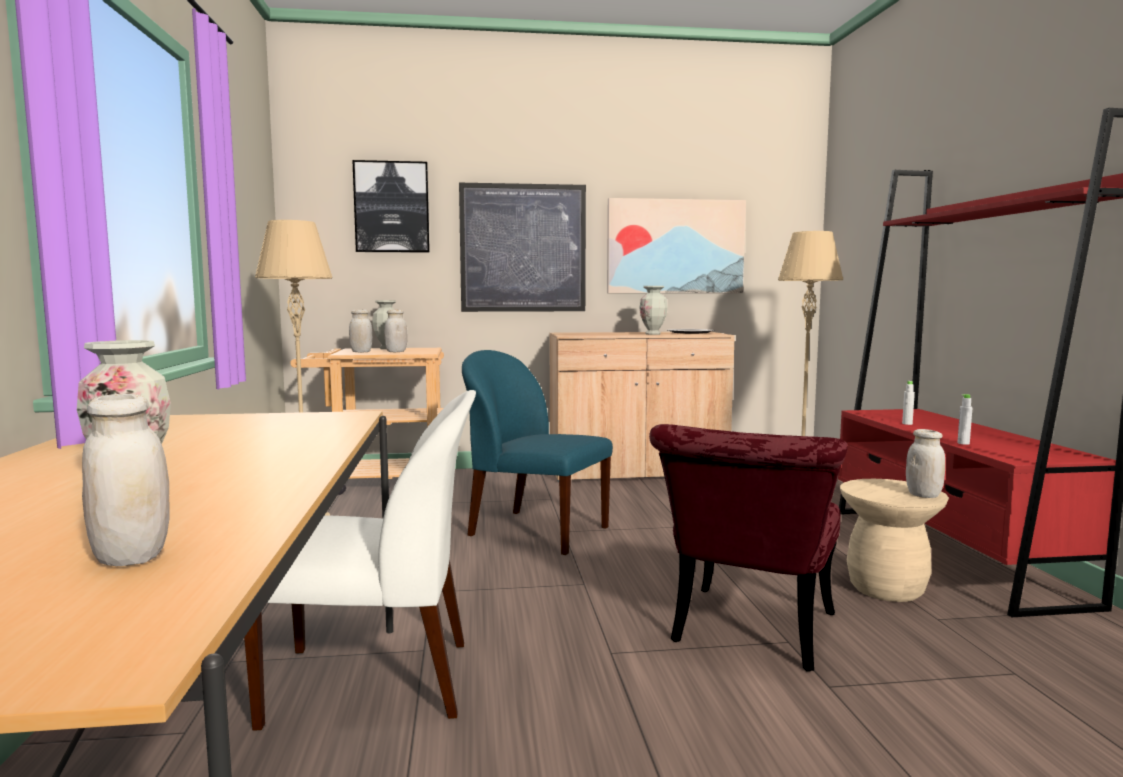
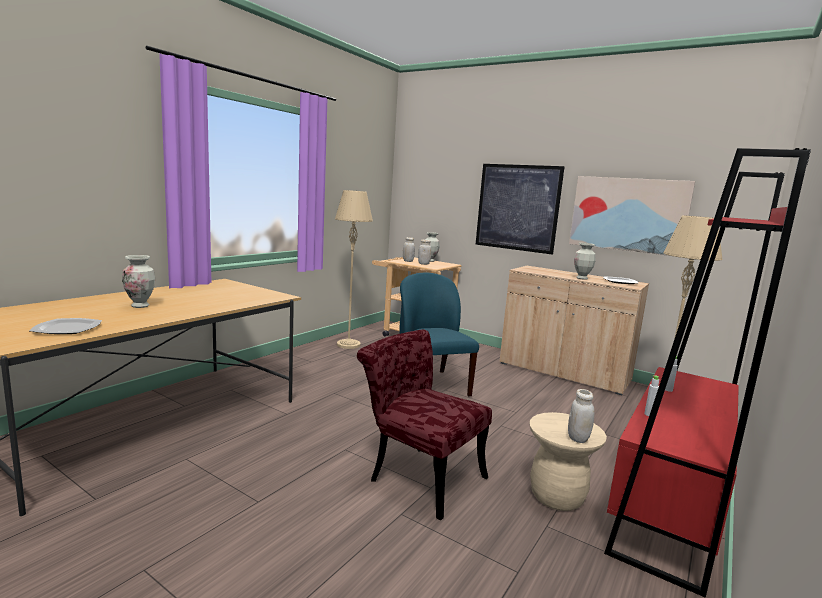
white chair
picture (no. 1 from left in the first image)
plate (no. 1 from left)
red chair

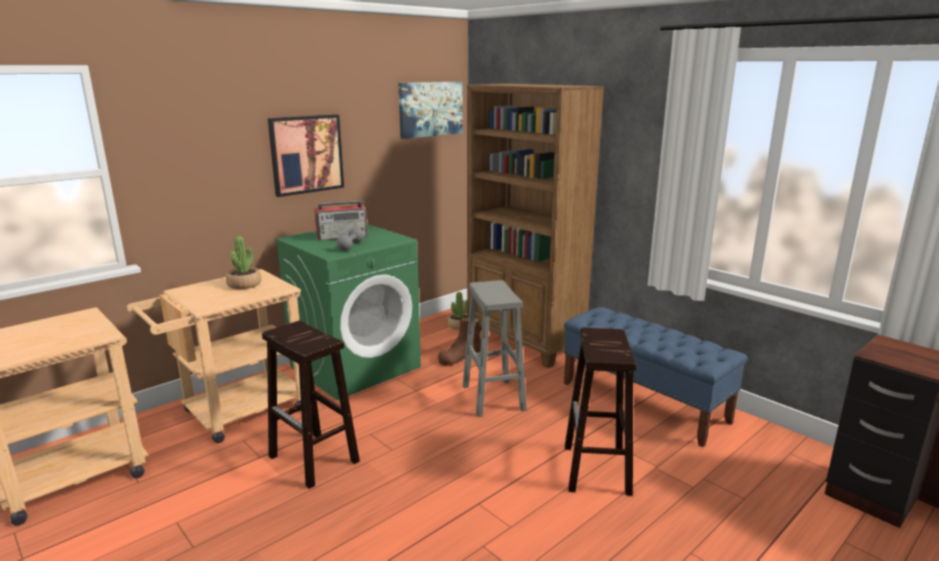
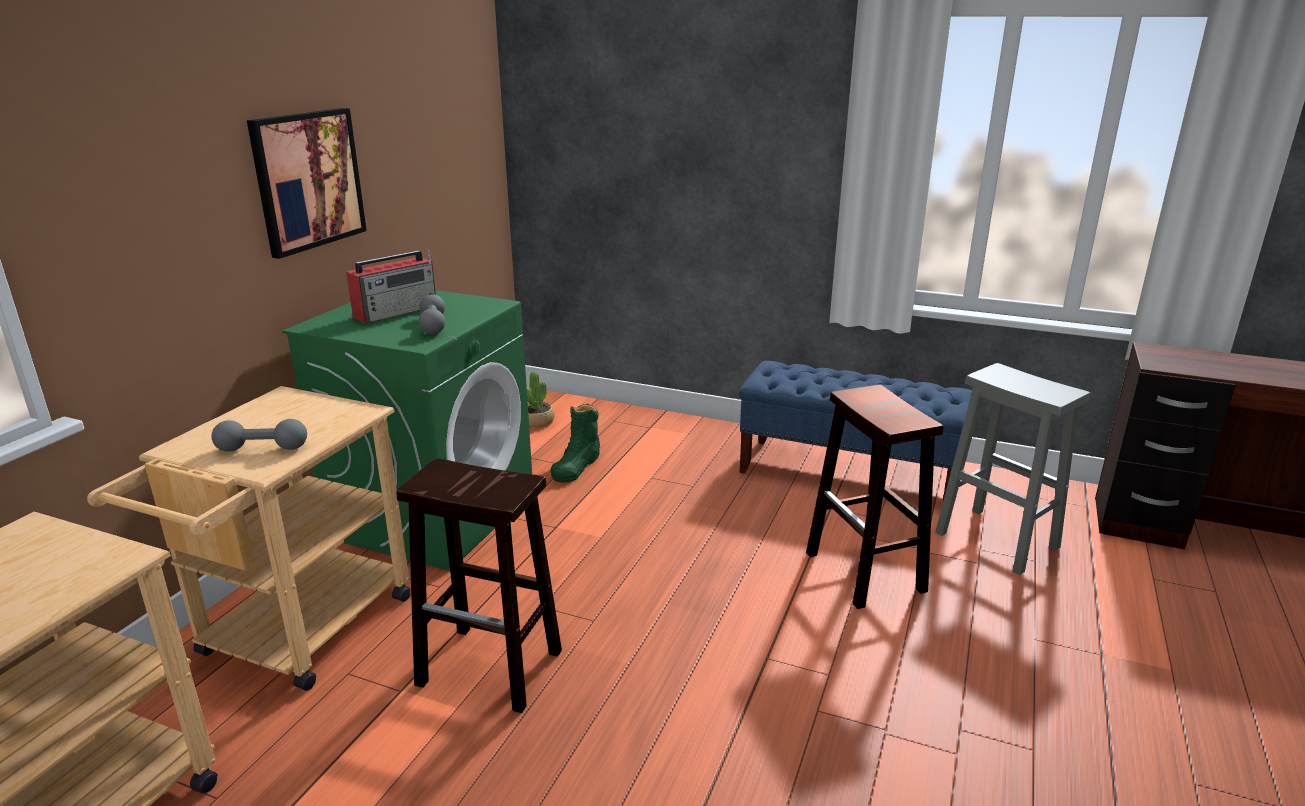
potted plant (no. 1 from left in the first image)
picture (no. 2 from left in the first image)
brown bookcase
grey dumbbell (no. 1 from left)
grey stool
green boot

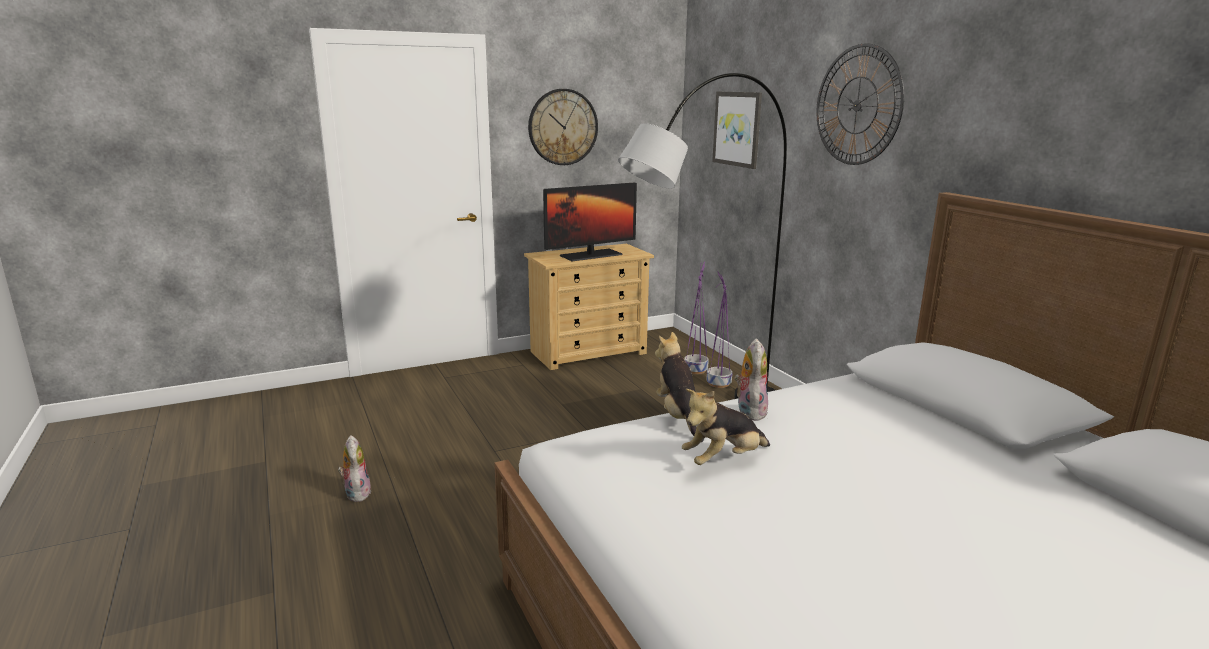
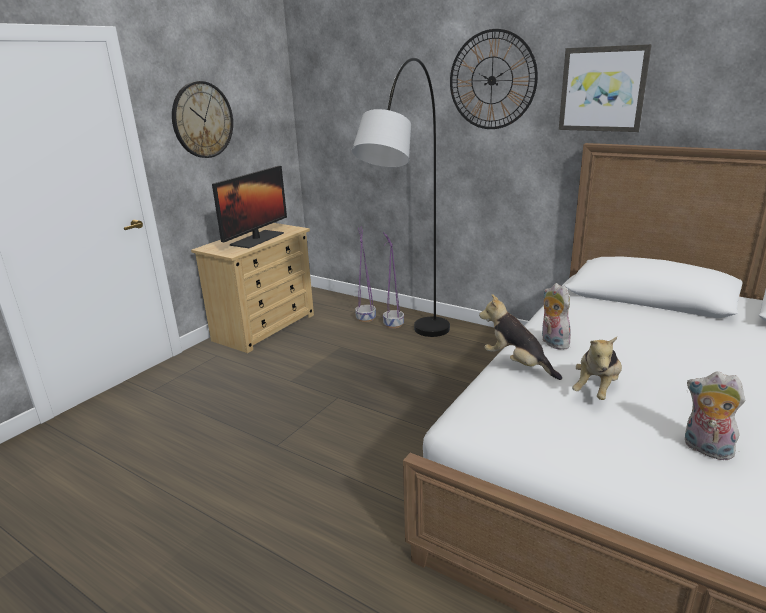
plush toy (no. 4 from left)
picture

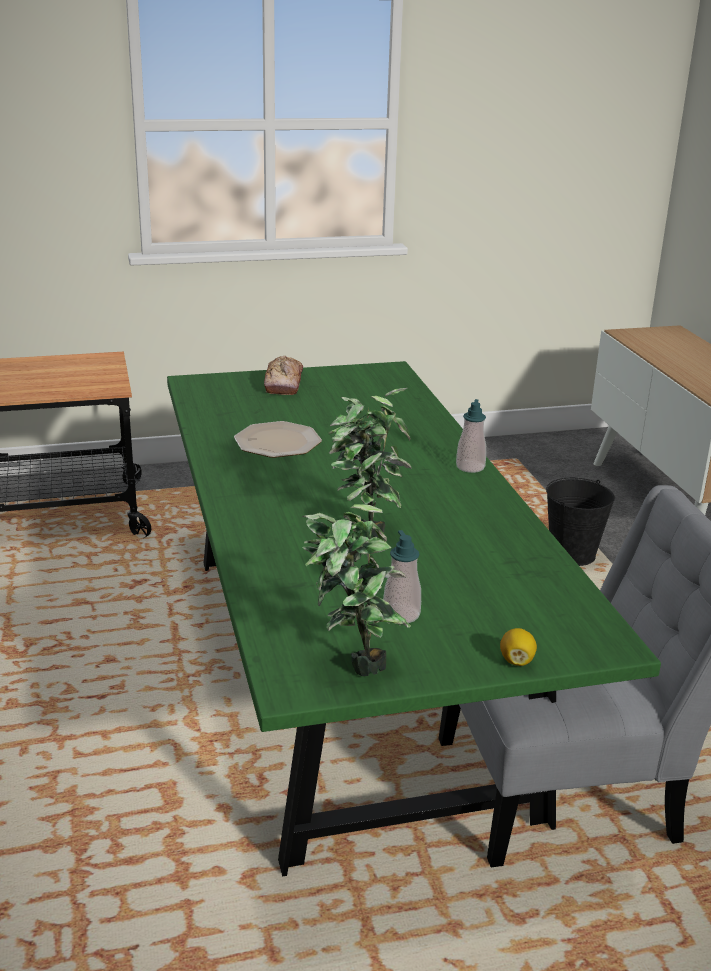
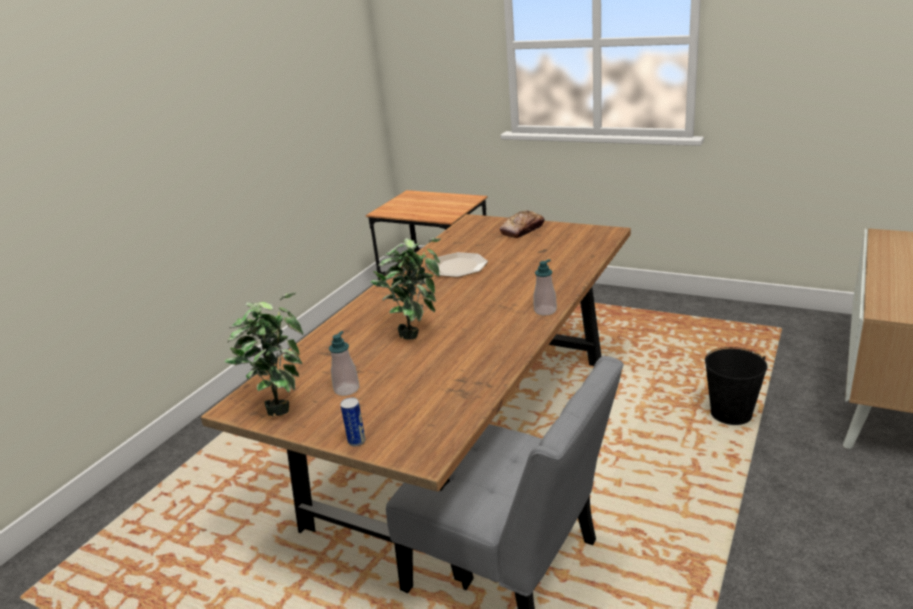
can
brown dining table

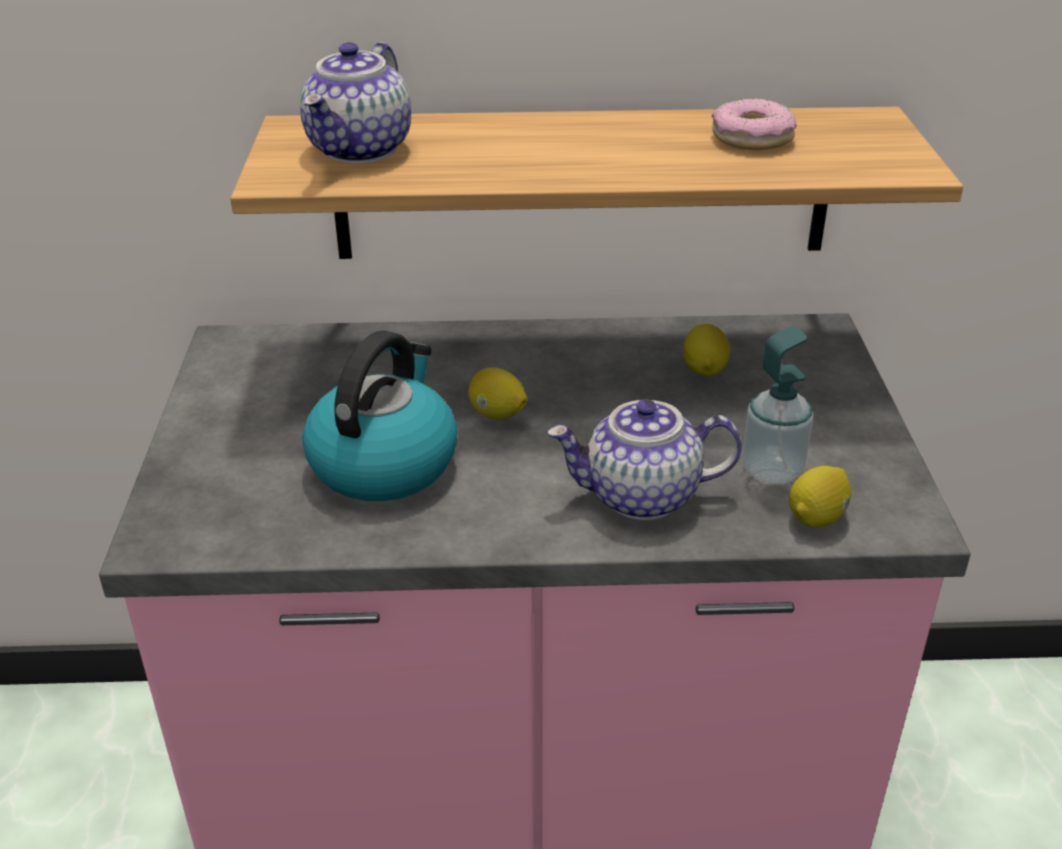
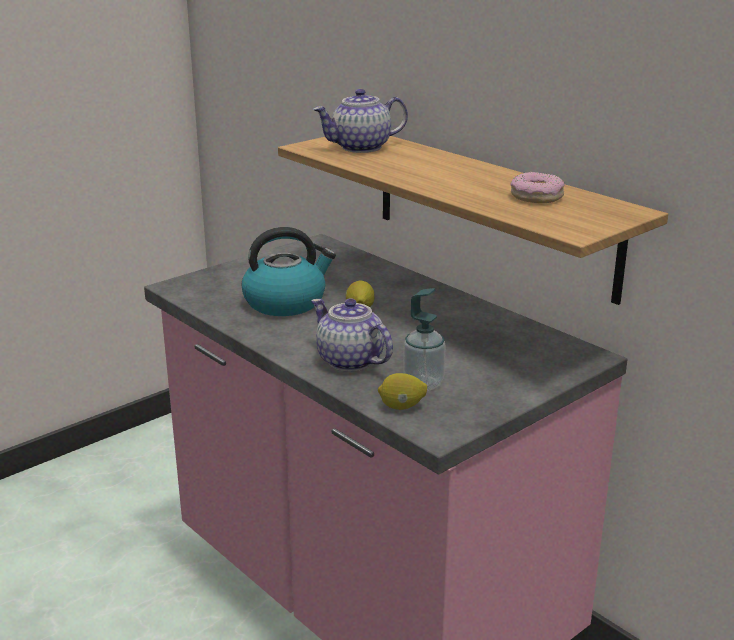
lemon (no. 2 from left in the first image)

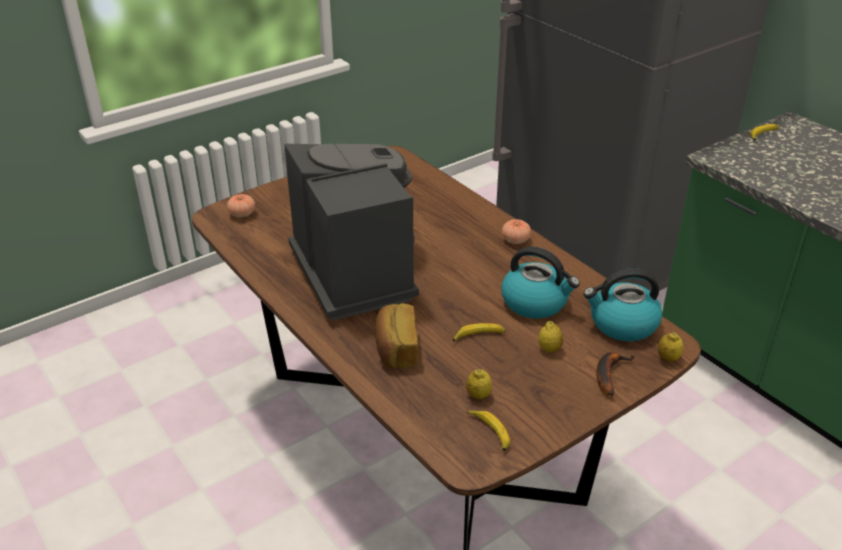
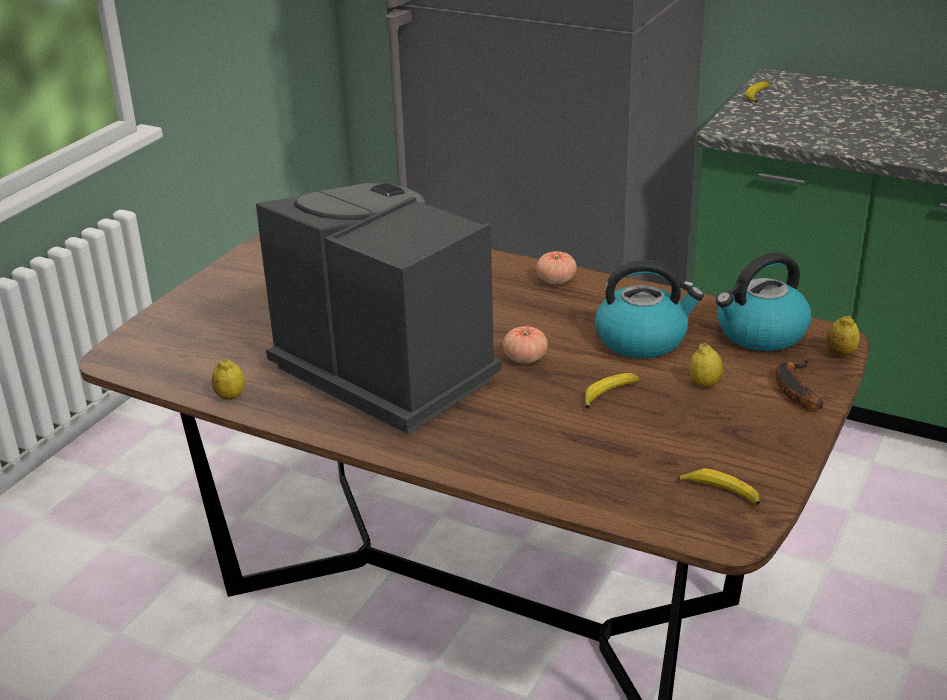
bread
tomato (no. 1 from left)
lemon (no. 1 from left)

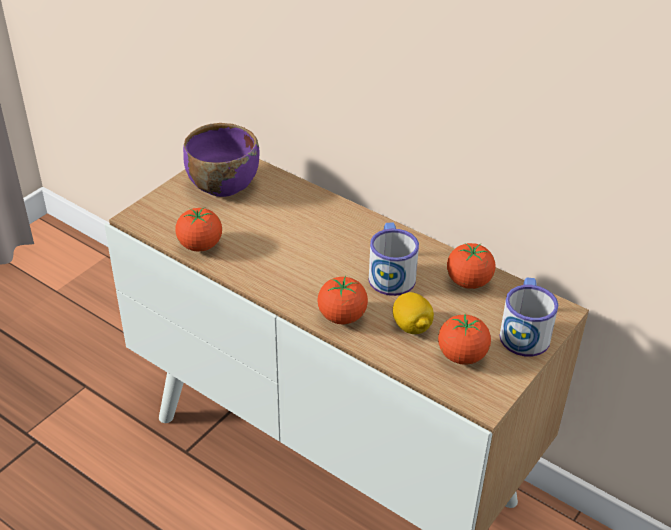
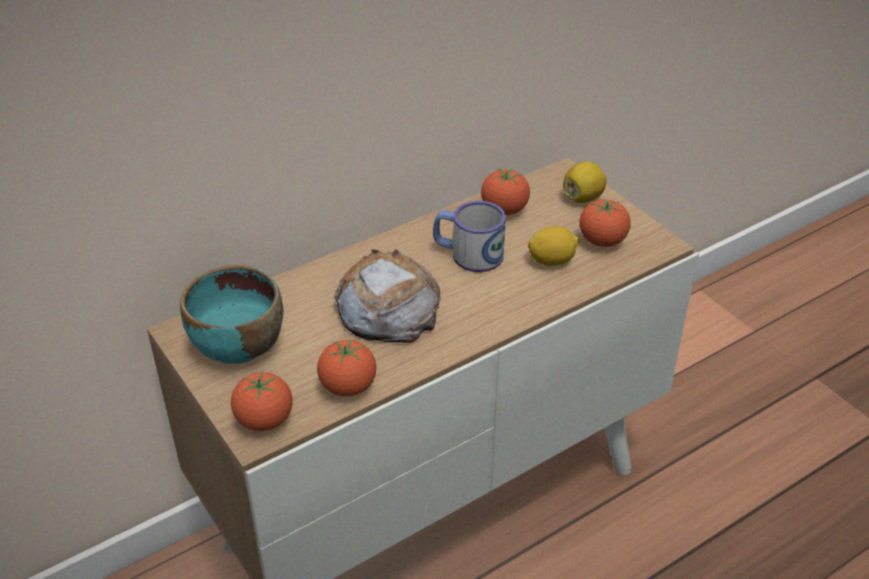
bread
tomato (no. 1 from left)
lemon (no. 2 from left)
turquoise bowl

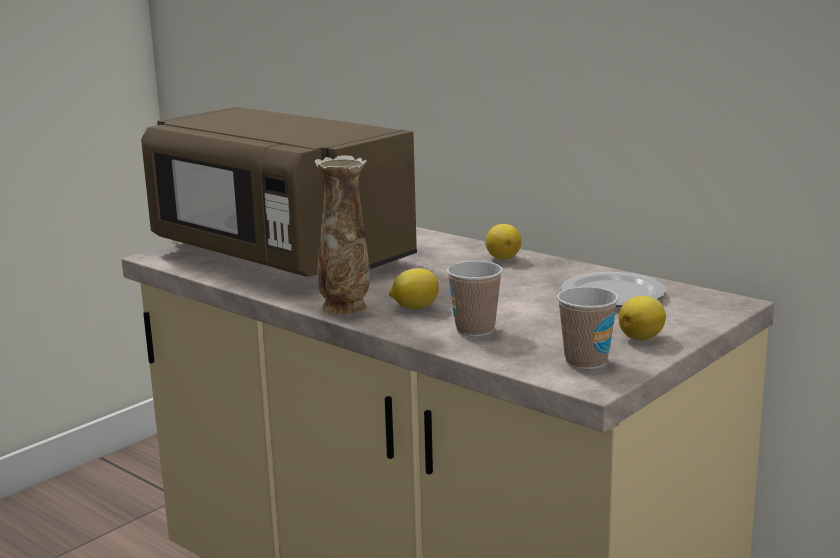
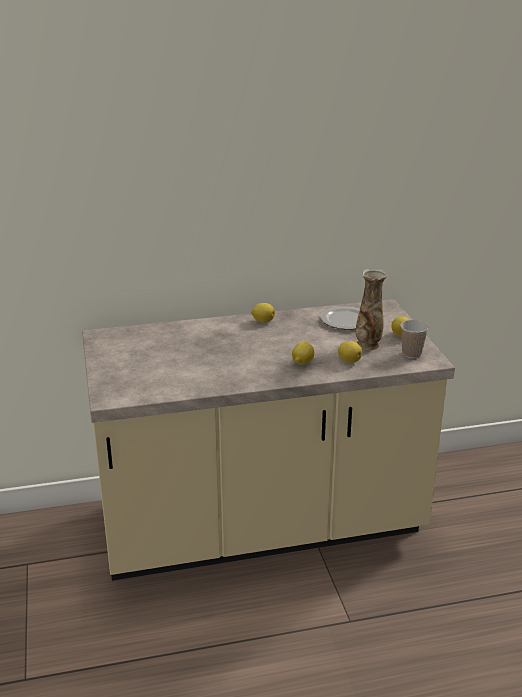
brown microwave
vase
lemon (no. 3 from left)

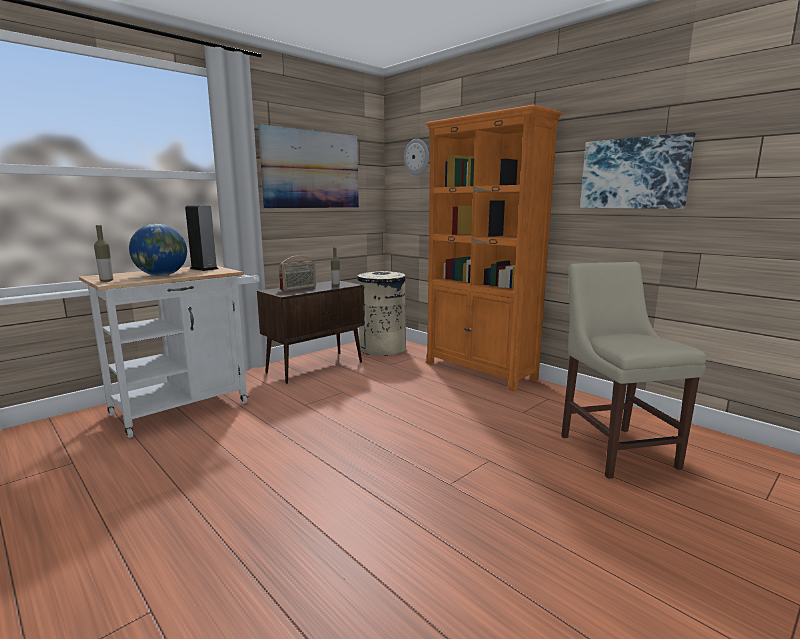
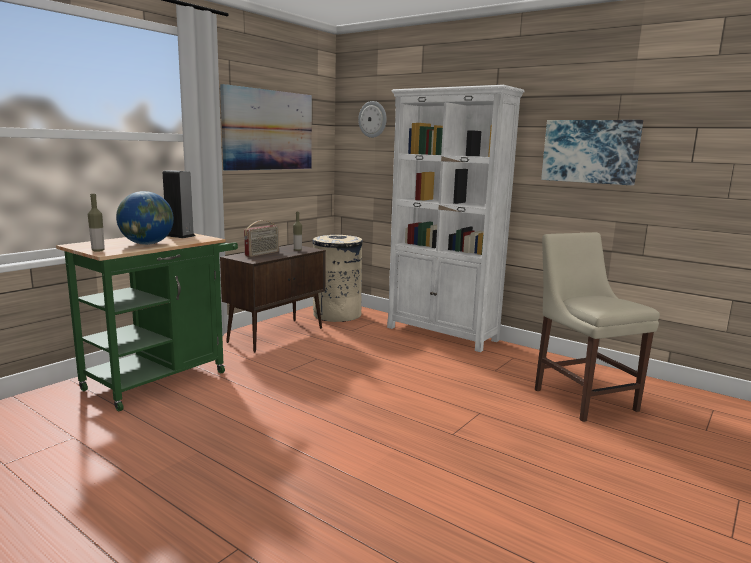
green cart
white bookcase

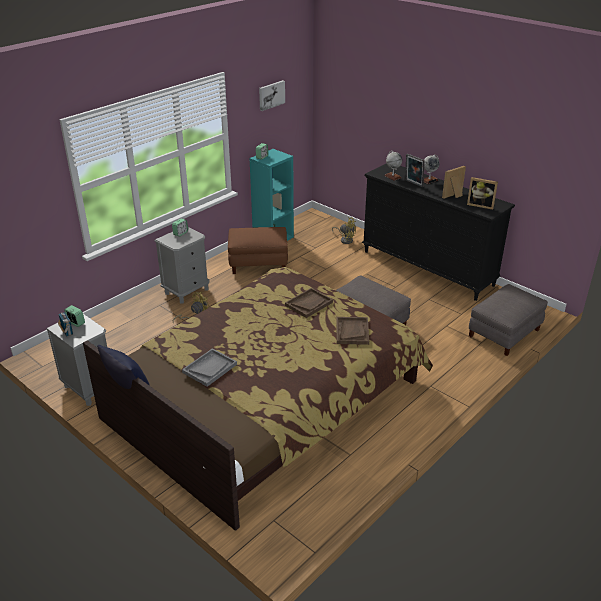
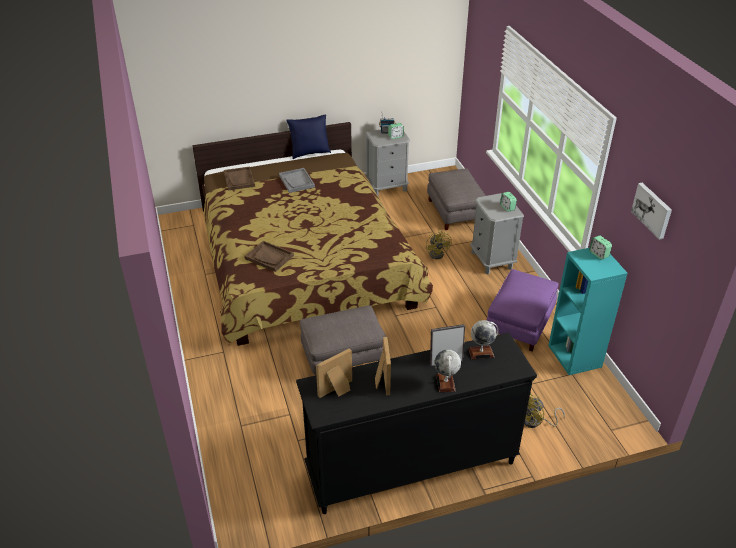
brown tray (no. 1 from left)
grey ottoman (no. 2 from left)
purple ottoman

